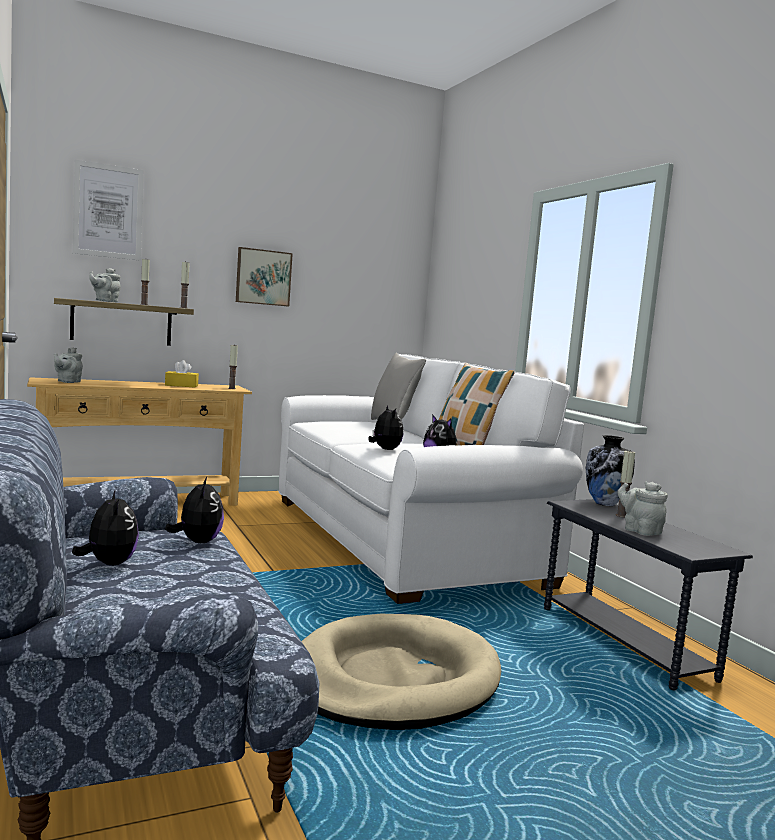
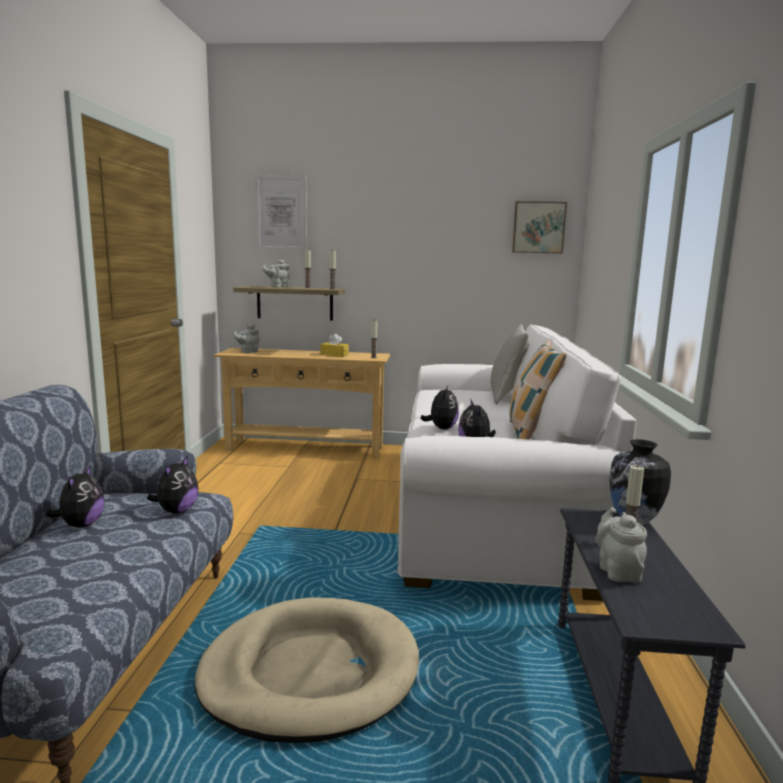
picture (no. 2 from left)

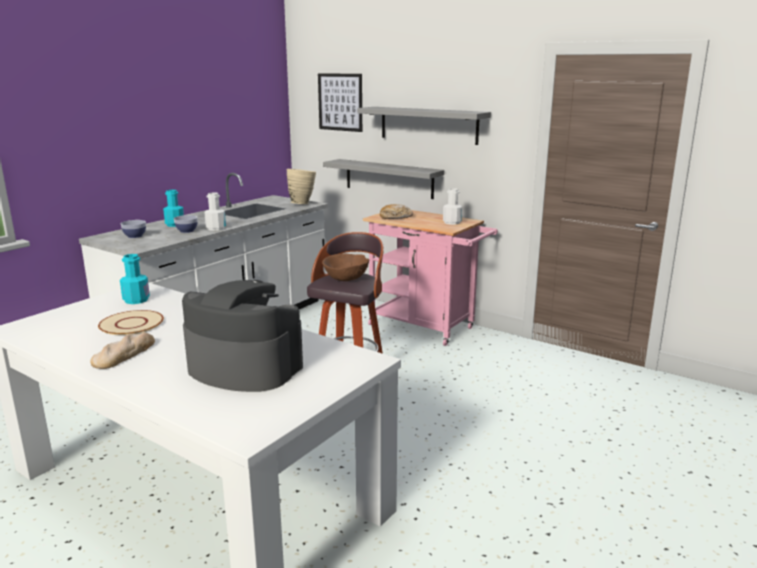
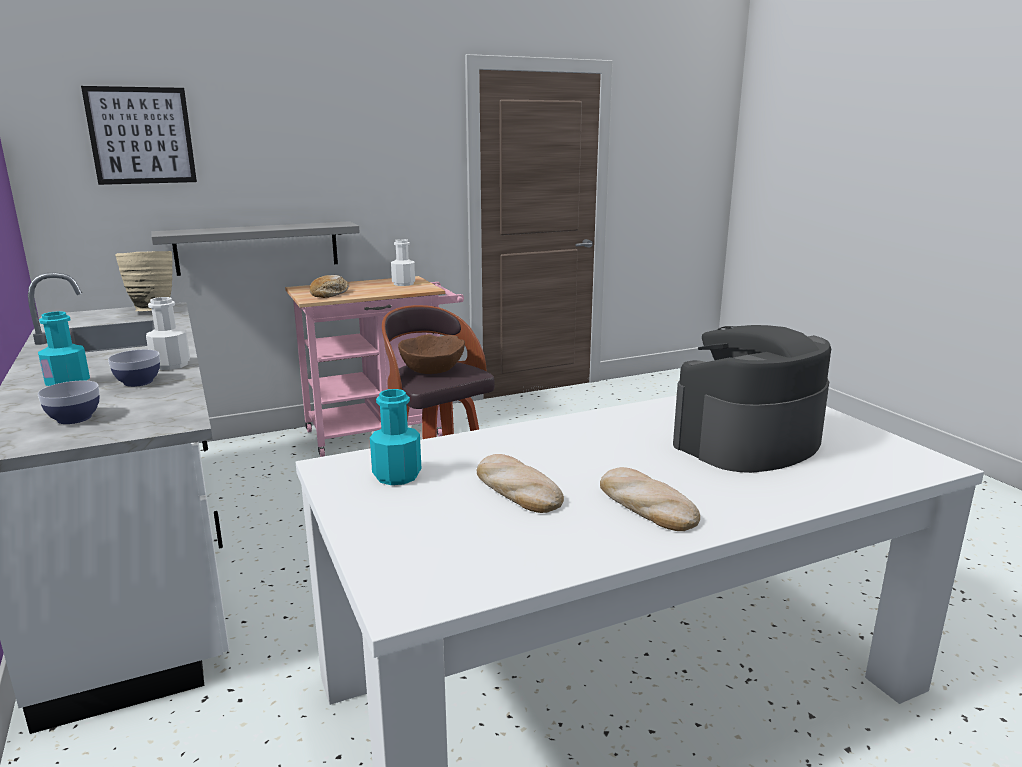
grey shelf (no. 2 from left in the first image)
bread (no. 2 from left)

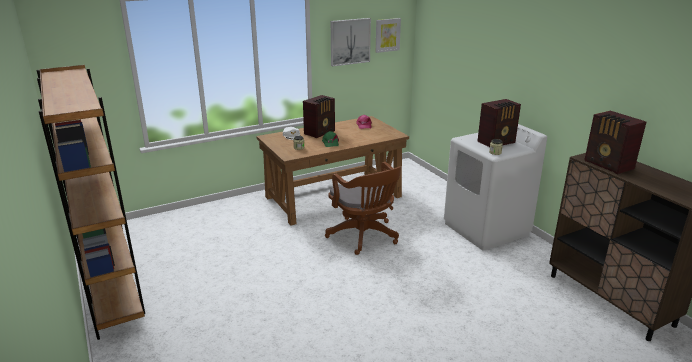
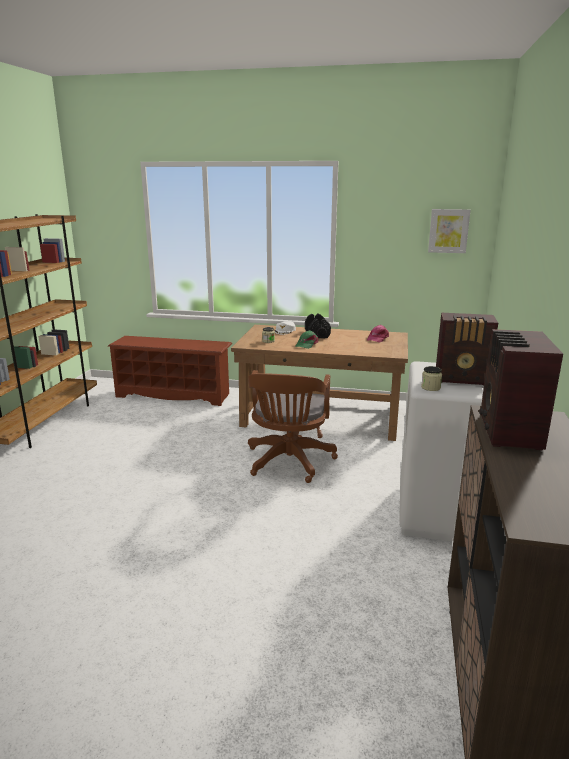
picture (no. 1 from left in the first image)
brown shoe rack
black dumbbell

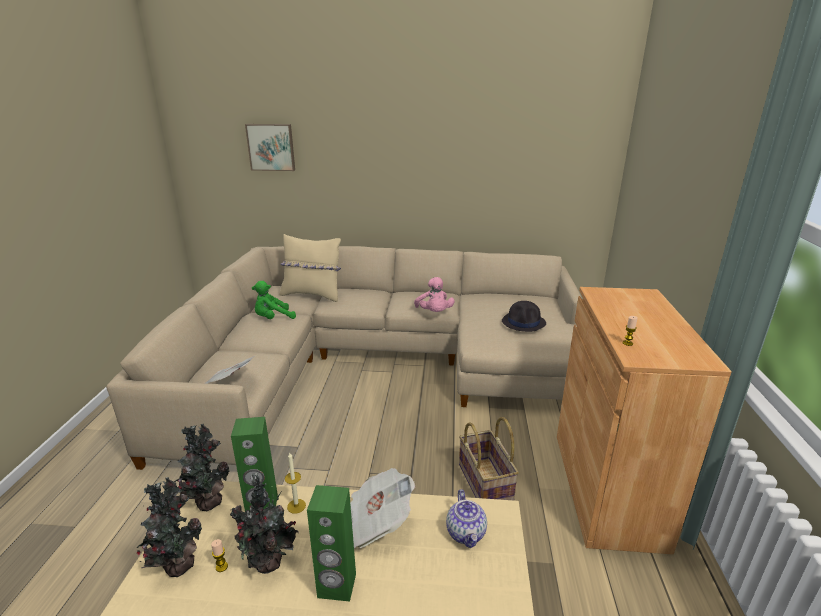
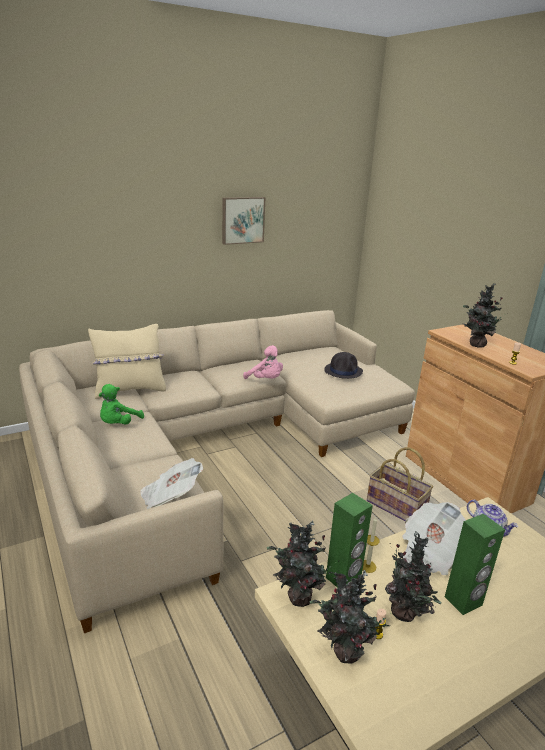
potted plant (no. 4 from left)
picture

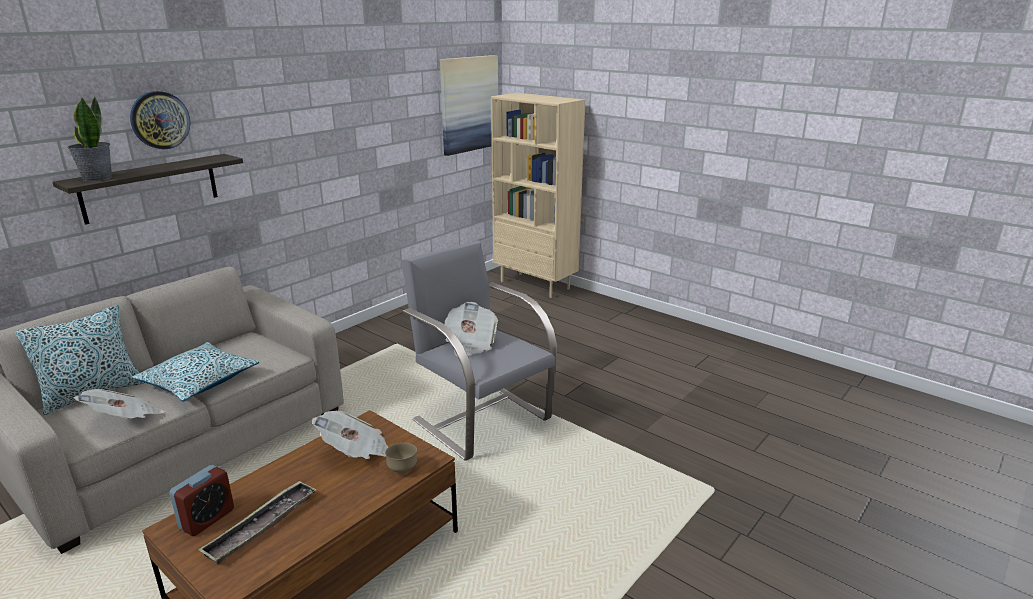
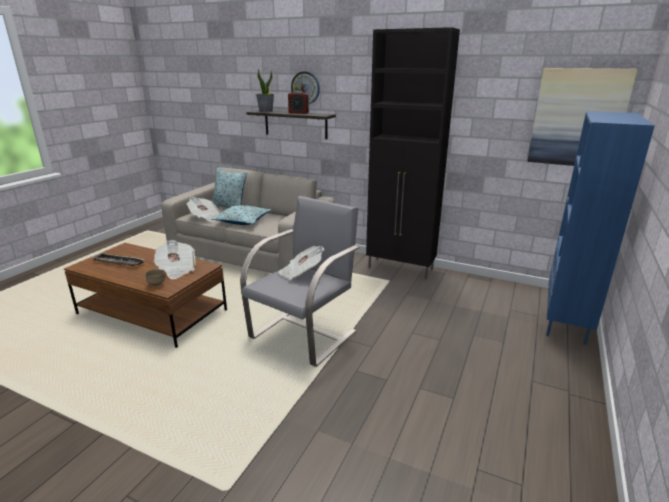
black cabinet
alarm clock
blue bookcase

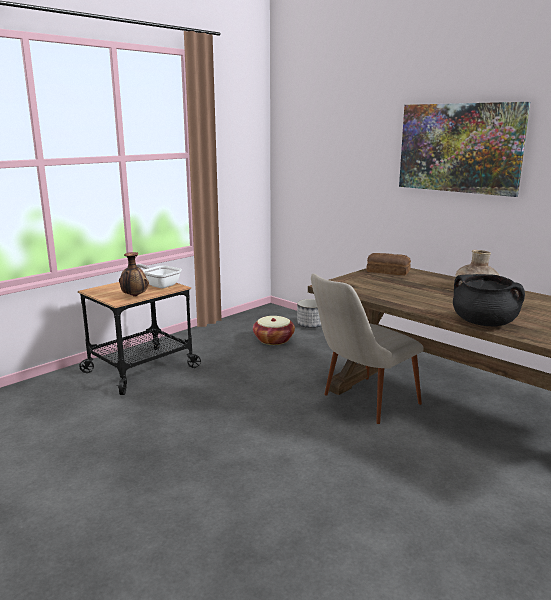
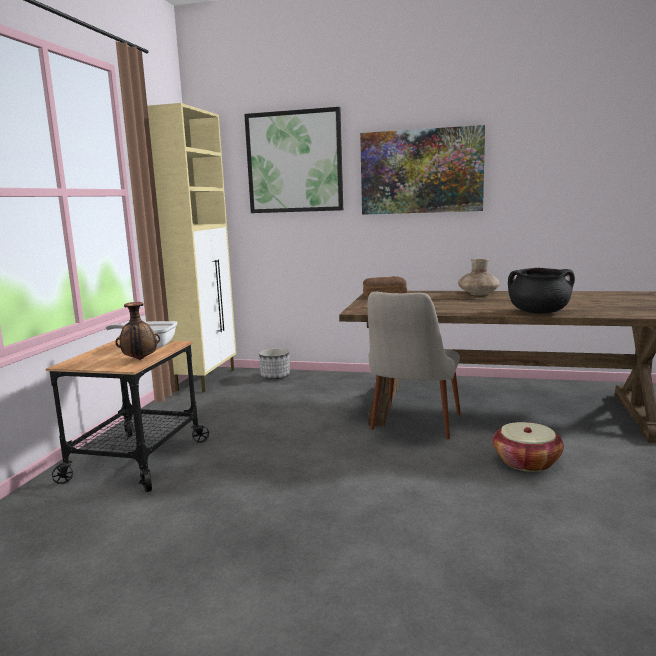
beige cabinet
picture (no. 1 from left)
basket

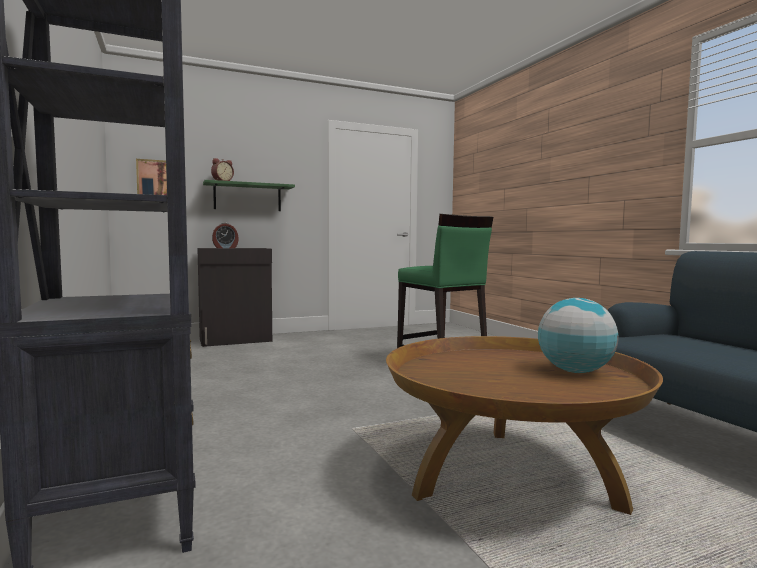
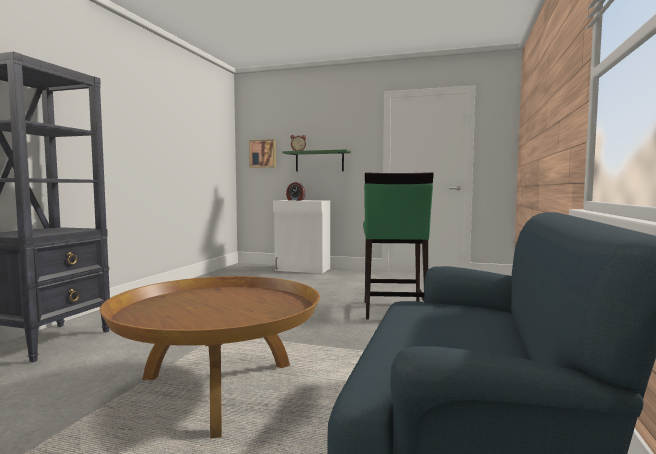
globe
white cabinet

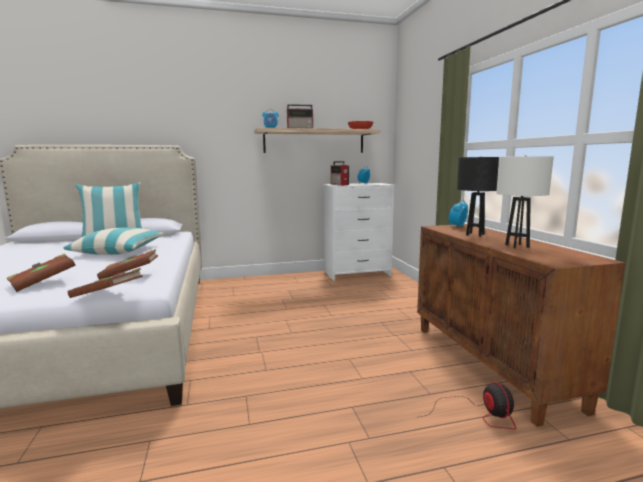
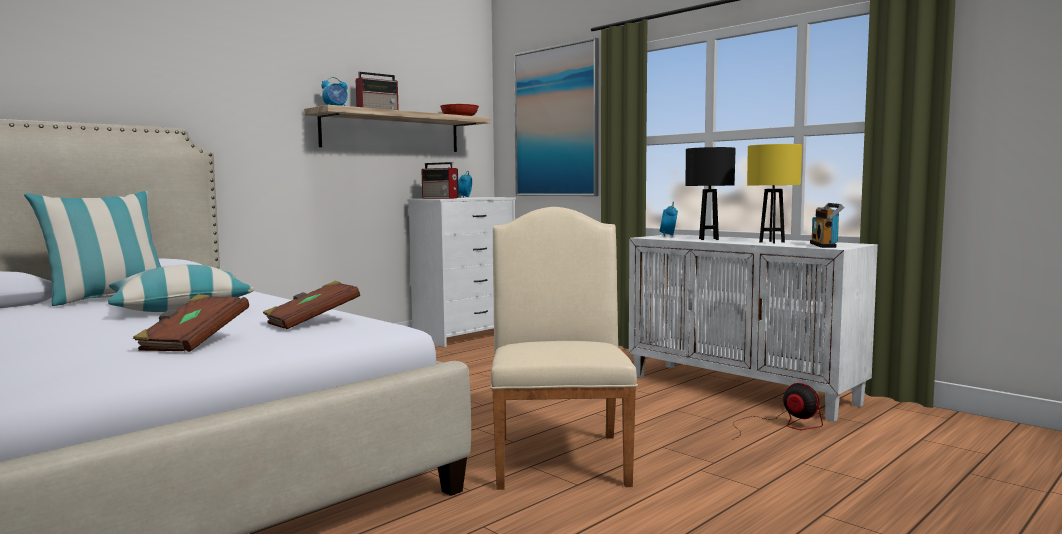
brown book (no. 2 from left in the first image)
beige chair
picture
radio (no. 3 from left)
white cabinet
yellow table lamp

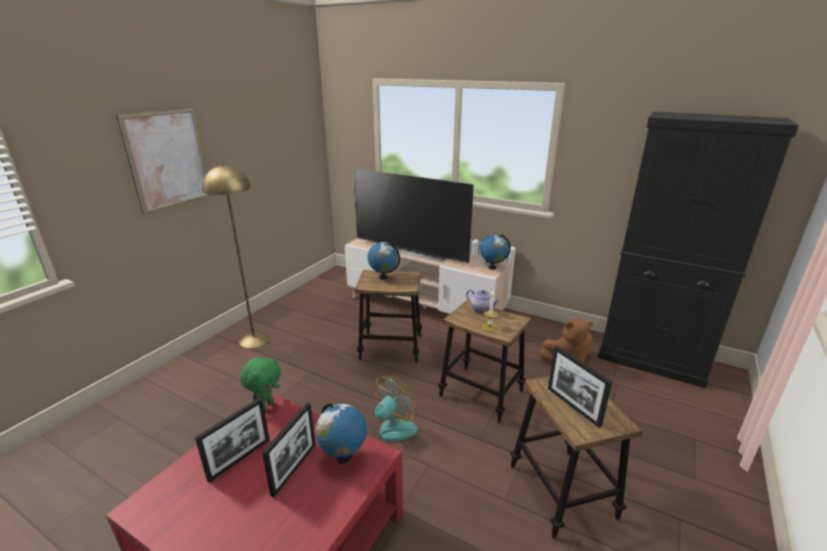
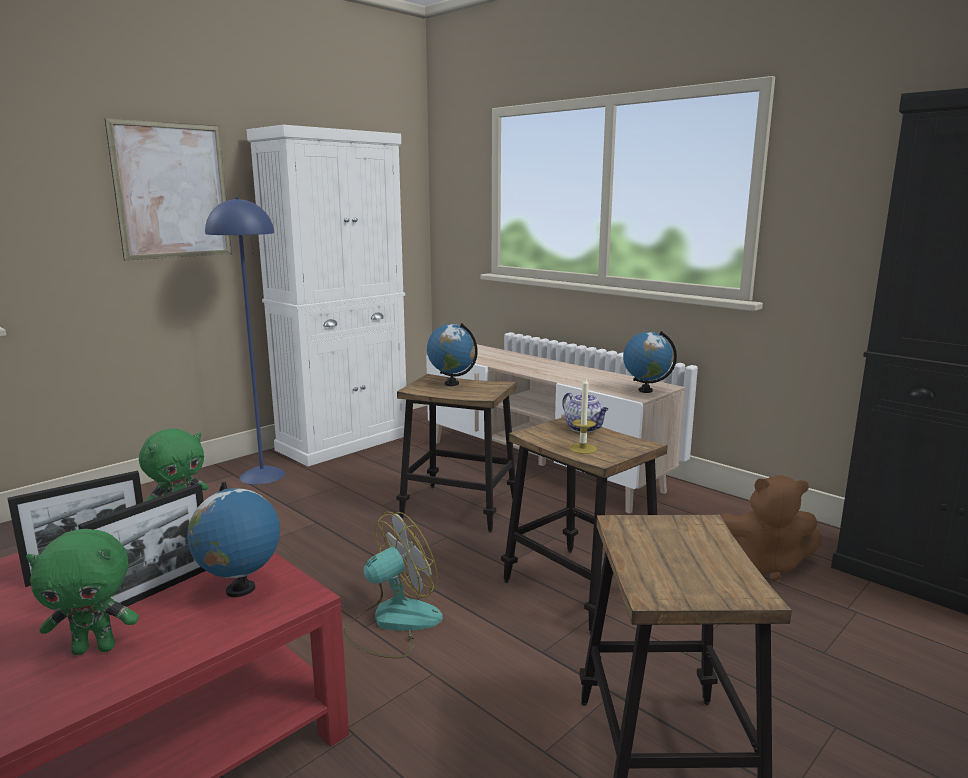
television
picture frame (no. 3 from left in the first image)
green plush toy (no. 1 from left)
white cabinet
blue floor lamp

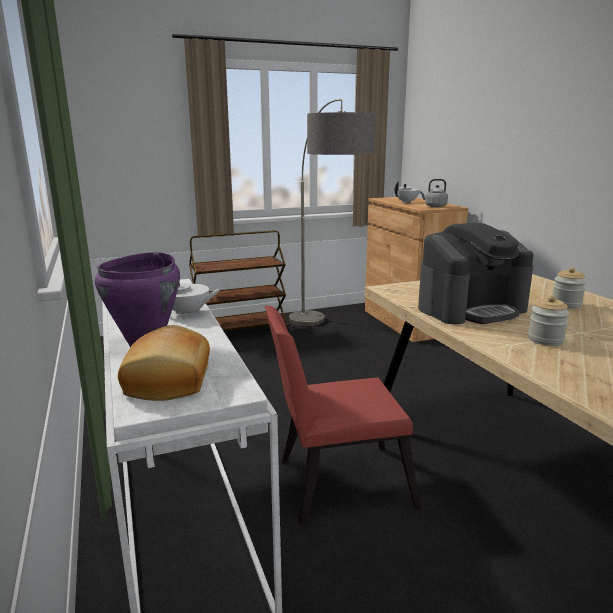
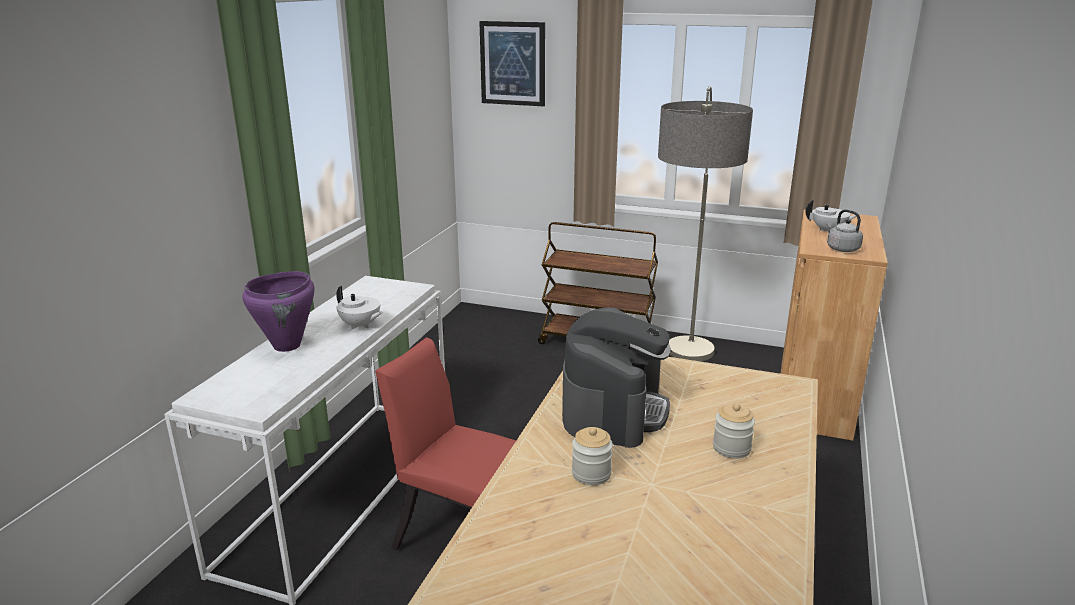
bread
picture
coffee machine

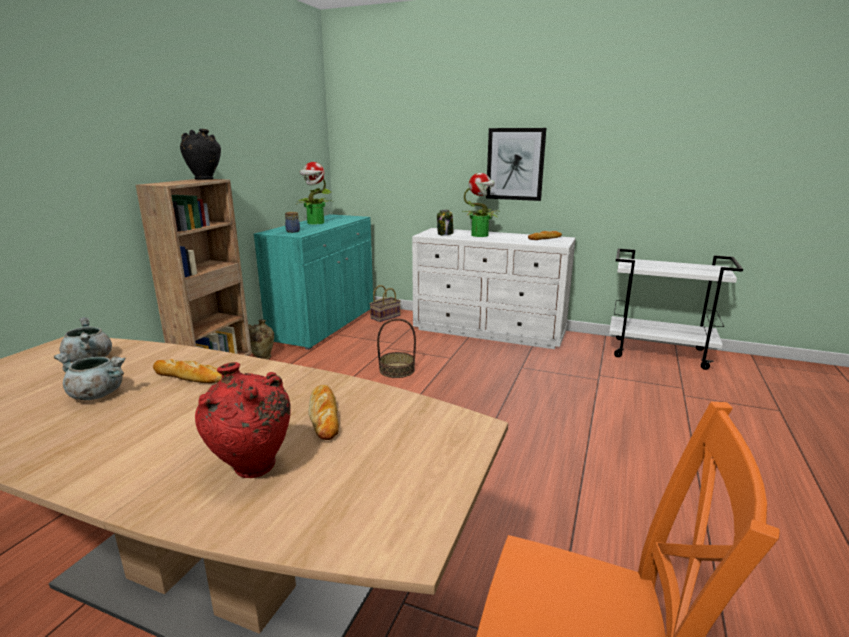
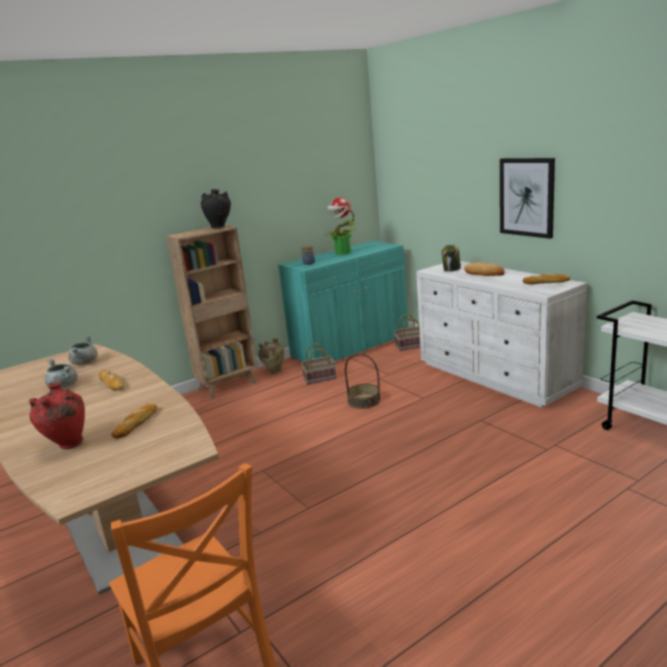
basket (no. 1 from left)
bread (no. 3 from left)

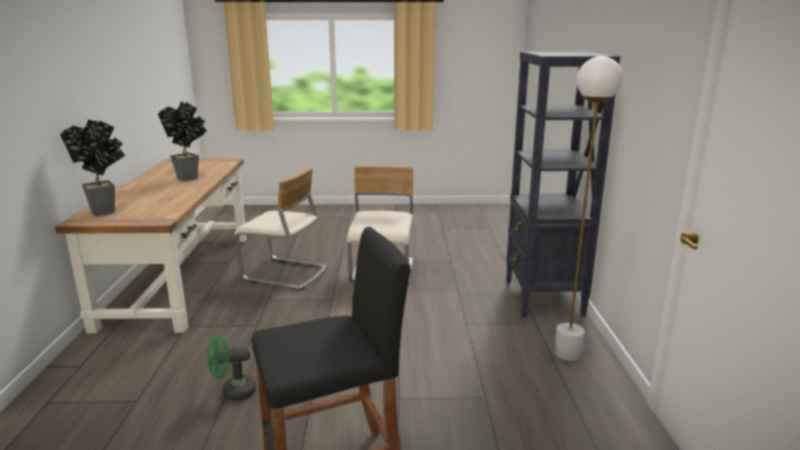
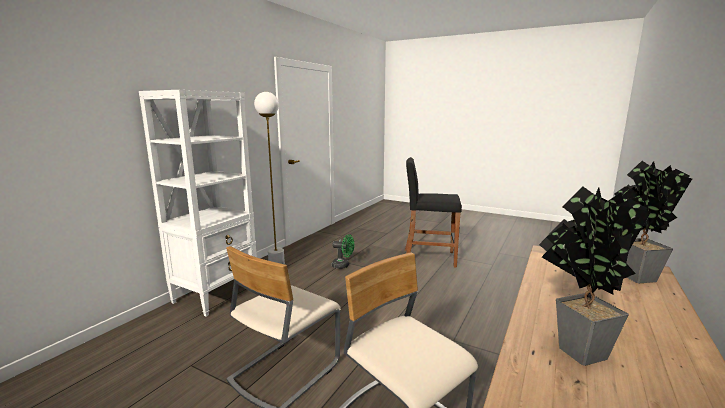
green fan
white bookcase

